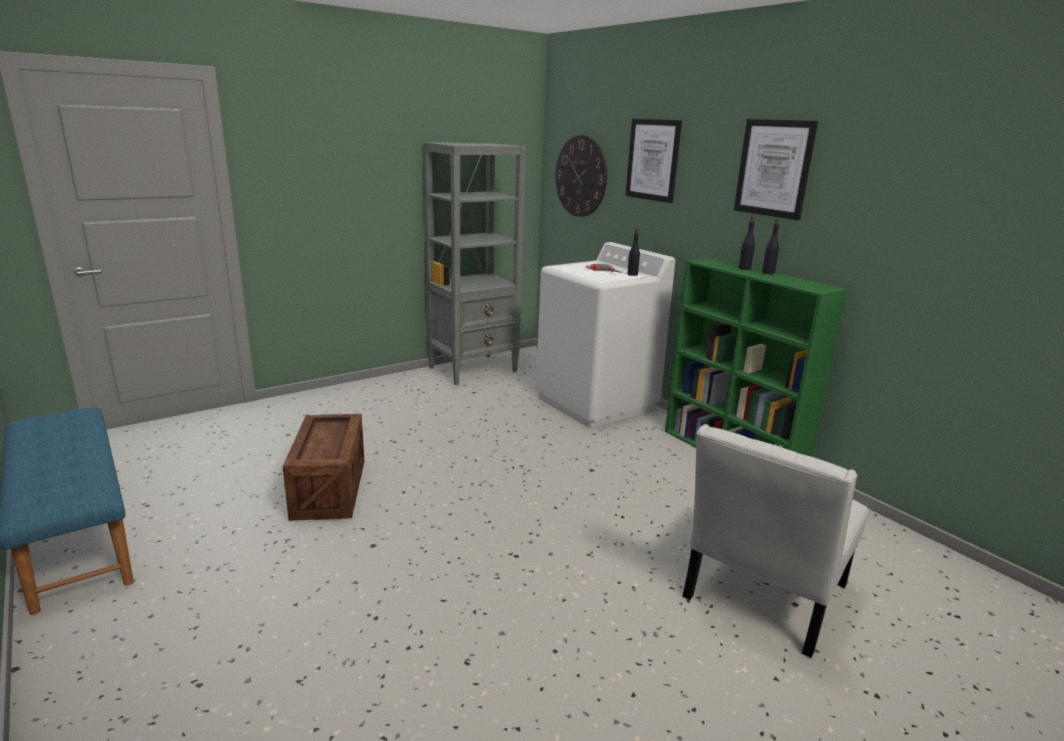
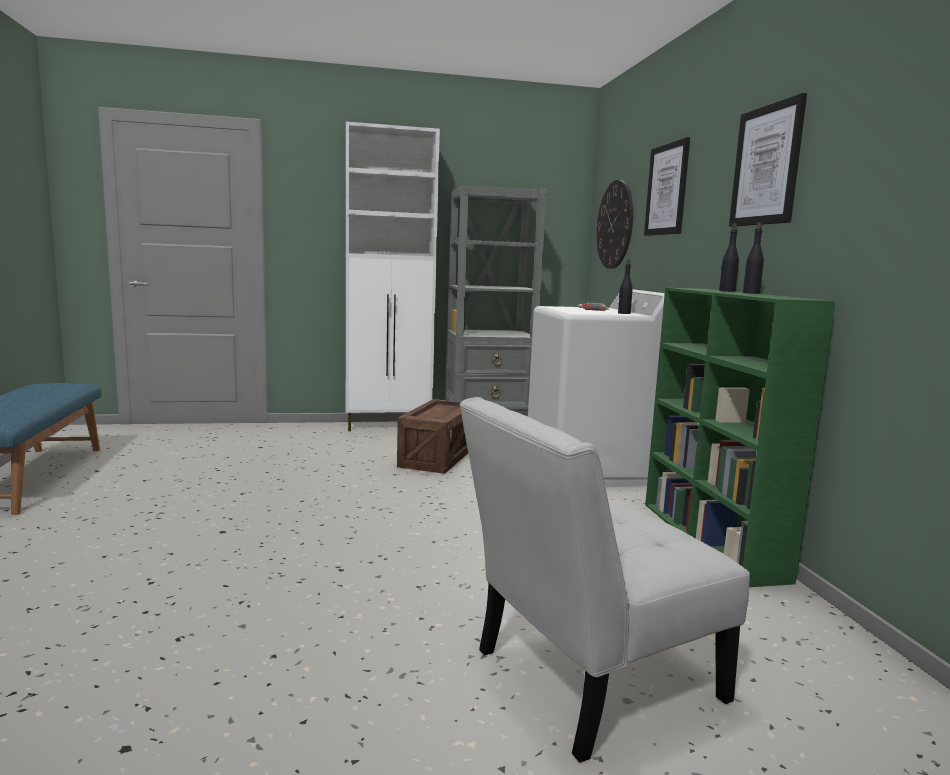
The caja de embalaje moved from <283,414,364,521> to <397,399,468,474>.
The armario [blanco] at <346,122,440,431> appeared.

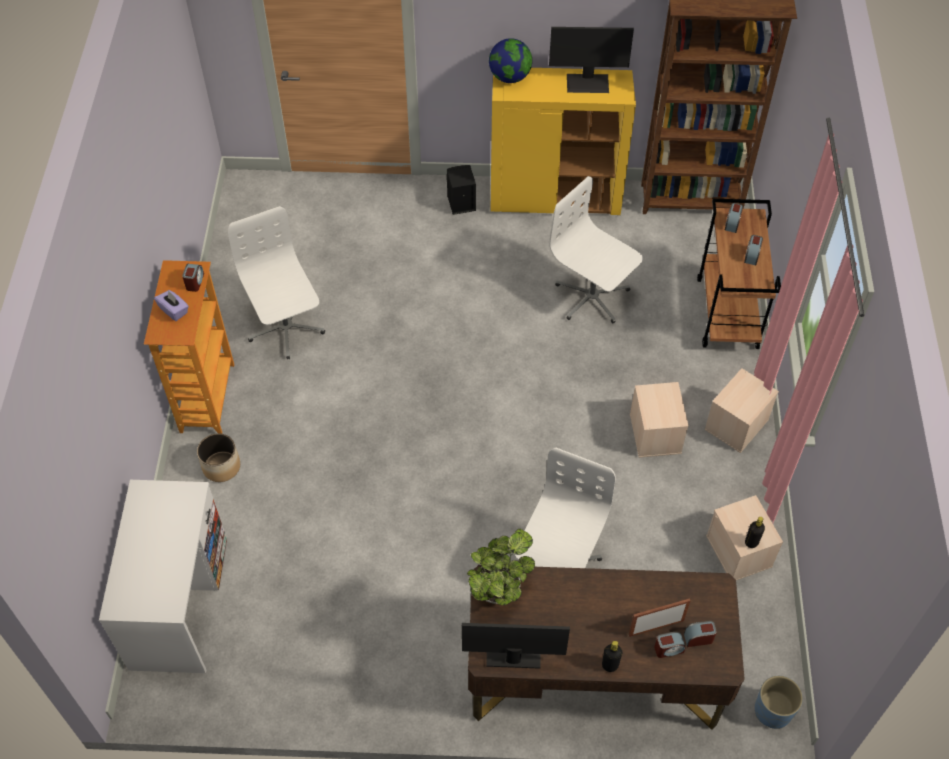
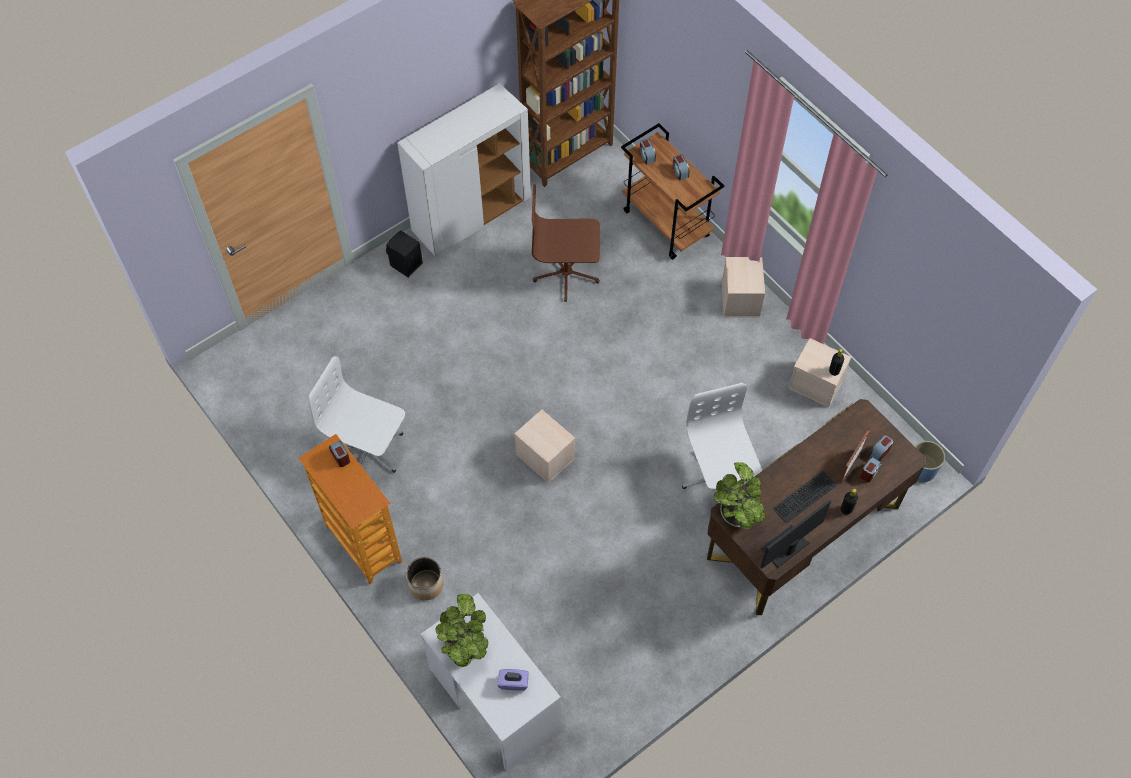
The caja de pañuelos [morado] moved from <154,290,189,321> to <498,669,529,691>.
The globo terráqueo at <489,38,532,83> disappeared.
The armario [amarillo] at <490,68,636,215> became the armario [blanco] at <397,83,531,257>.
The monitor at <549,27,634,93> disappeared.
The silla de oficina [blanco] at <549,176,643,323> became the silla de oficina [marrón] at <532,184,600,302>.
The caja de almacenaje [beis] moved from <630,382,689,458> to <514,409,575,483>.
The planta en maceta at <436,594,488,667> appeared.
The teclado at <773,471,837,524> appeared.

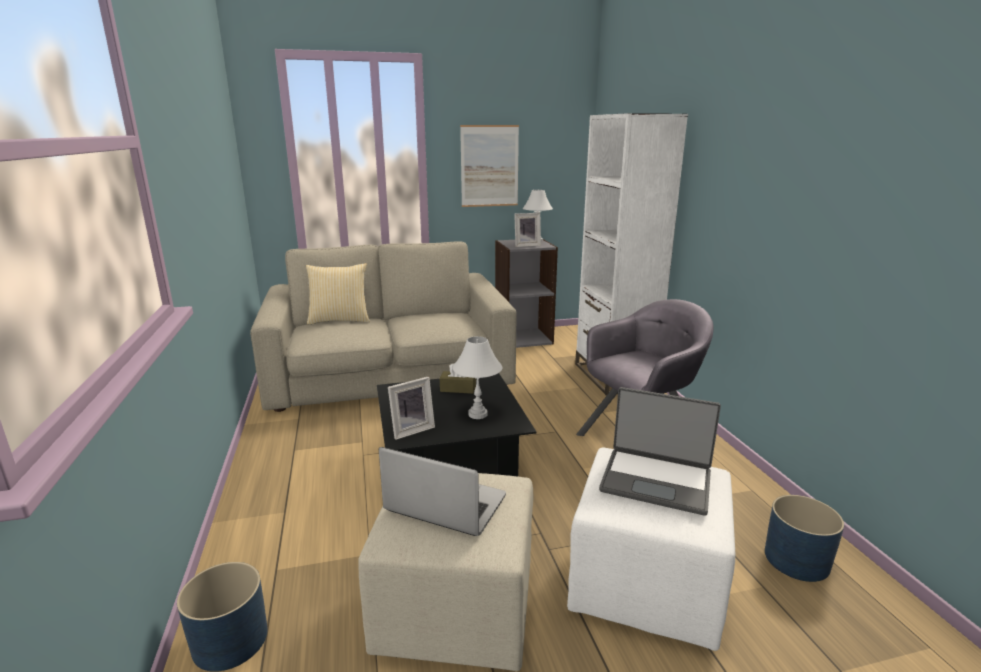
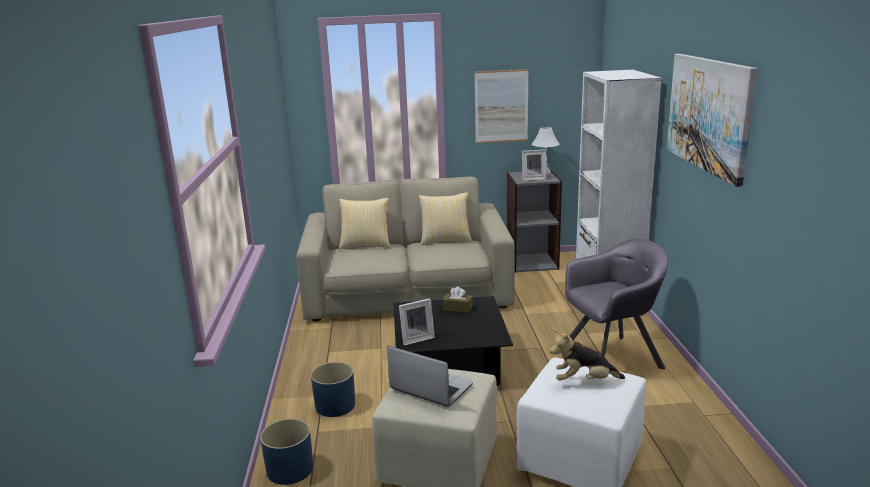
The lámpara de mesa [blanco] at <453,336,503,419> disappeared.
The portátil at <599,387,721,516> was replaced by the peluche at <550,330,625,380>.
The maceta [azul] moved from <765,495,844,582> to <311,362,355,417>.
The cojín at <419,192,472,245> appeared.
The cuadro at <667,54,757,187> appeared.

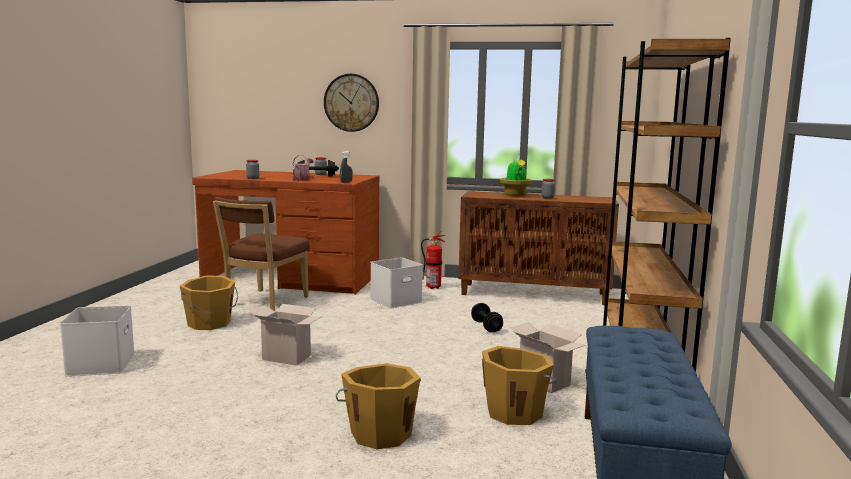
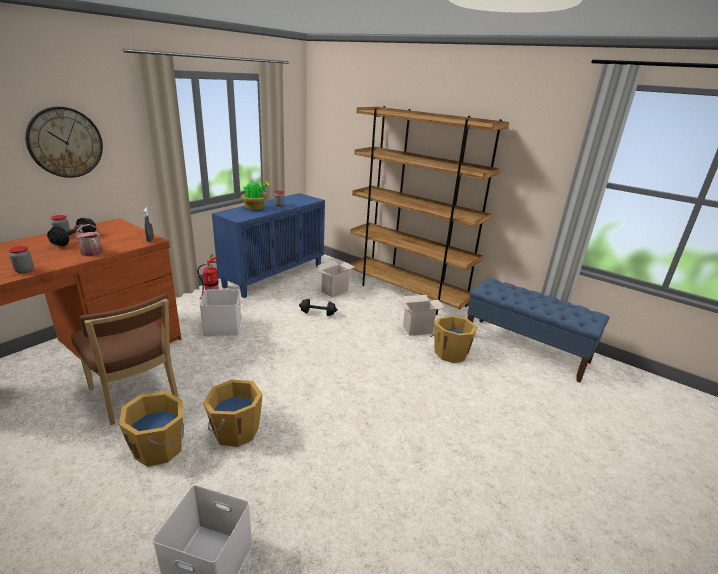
The caja de cartón moved from <249,304,323,366> to <316,260,354,297>.
The cubo [naranja] moved from <336,363,421,449> to <203,380,263,447>.
The armario [marrón] at <459,191,619,305> became the armario [azul] at <212,193,325,298>.

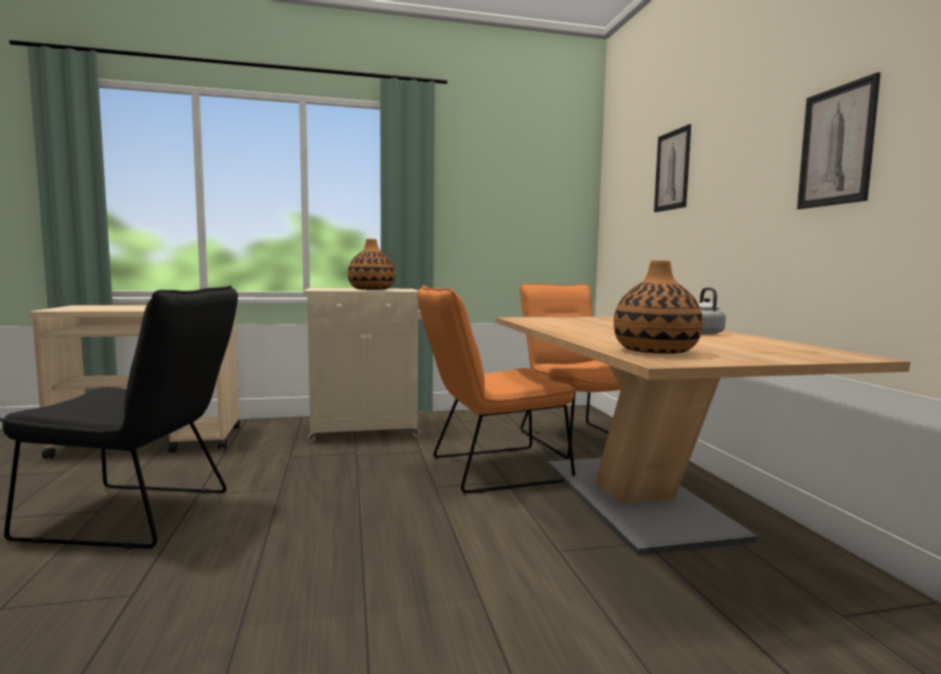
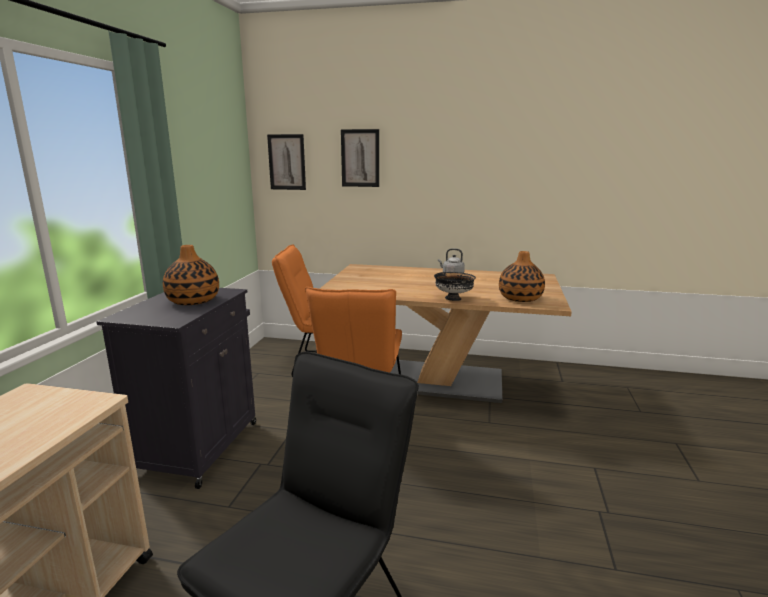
The armario [beis] at <304,288,422,443> became the armario [negro] at <97,288,256,489>.
The cuadro moved from <797,72,881,209> to <267,134,306,190>.
The cuenco [negro] at <434,272,476,301> appeared.

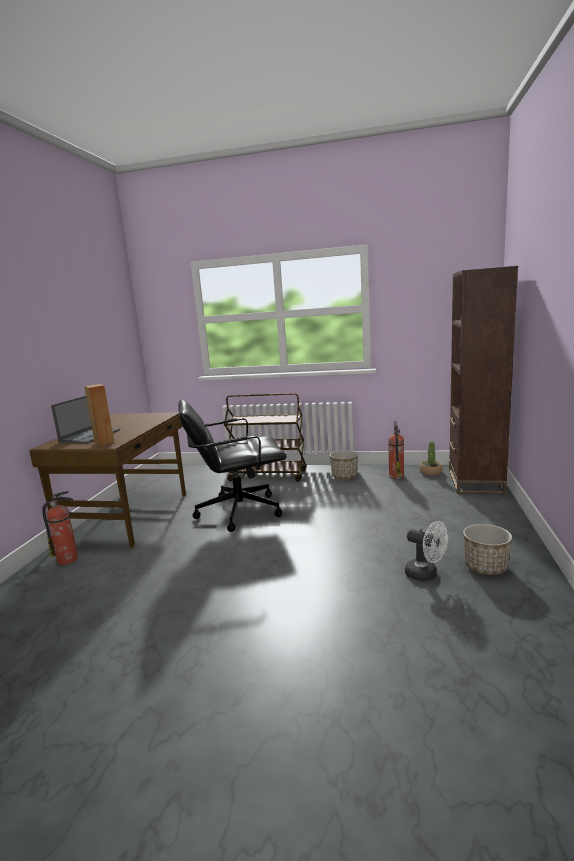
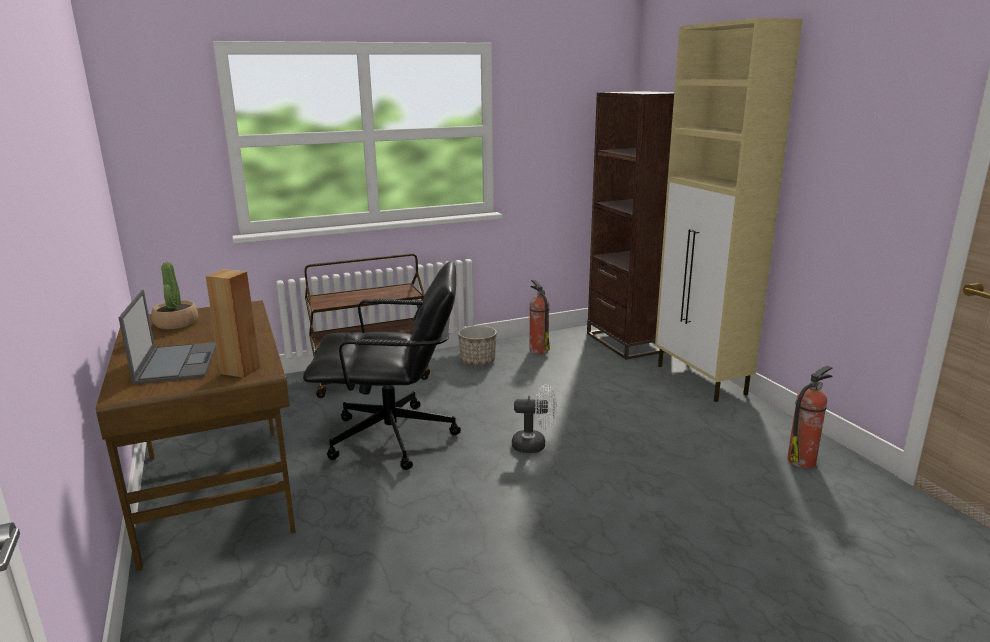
The extintor moved from <42,491,78,565> to <787,365,833,468>.
The silla de oficina [negro] at <178,400,287,532> turned 135 degrees counterclockwise.
The ventilador [blanco] moved from <405,521,448,581> to <512,384,557,453>.
The planta en maceta moved from <420,441,443,476> to <151,262,198,329>.
The maceta at <463,524,512,575> disappeared.
The armario [beis] at <655,18,803,402> appeared.

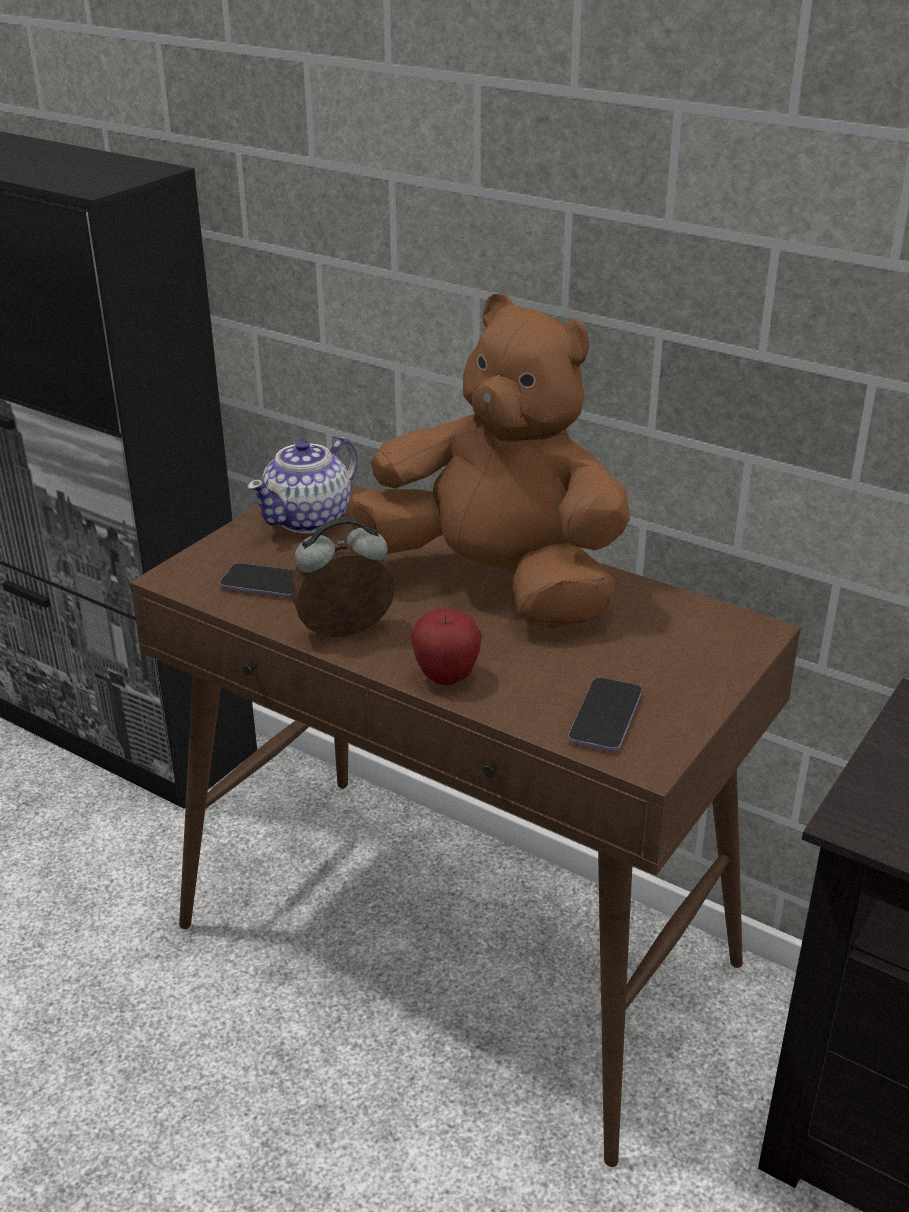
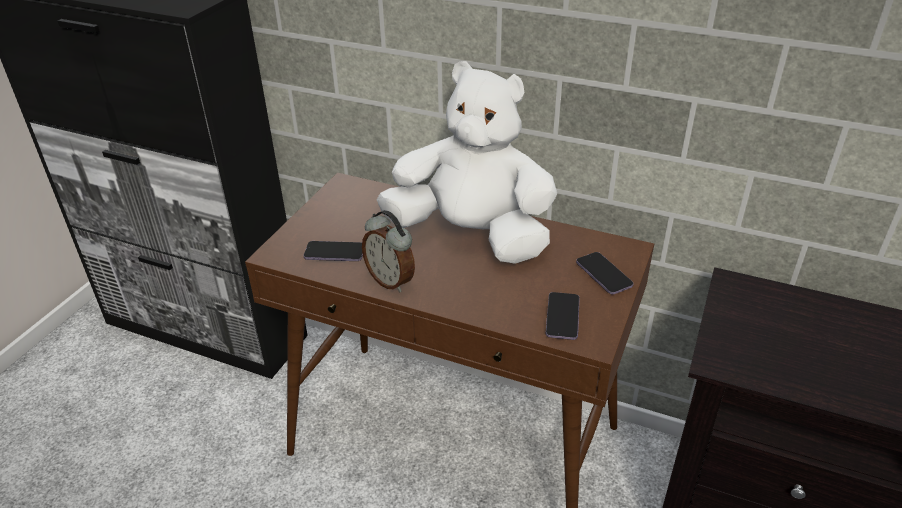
The tetera at <247,437,358,533> disappeared.
The despertador at <290,517,395,637> turned 105 degrees counterclockwise.
The peluche [marrón] at <346,293,630,628> became the peluche [blanco] at <377,61,557,264>.
The manzana at <410,609,482,686> disappeared.
The móvil at <576,252,634,294> appeared.

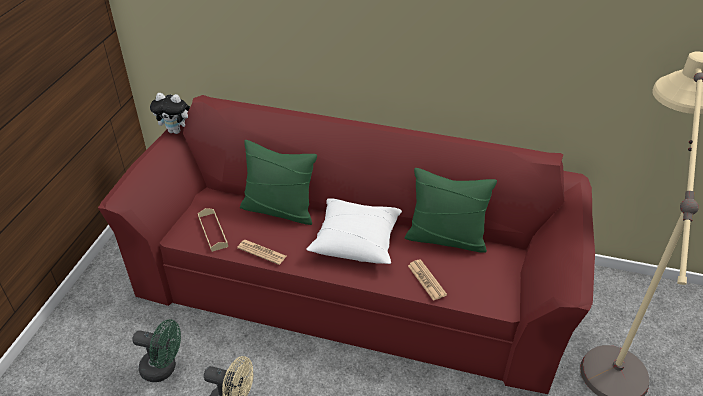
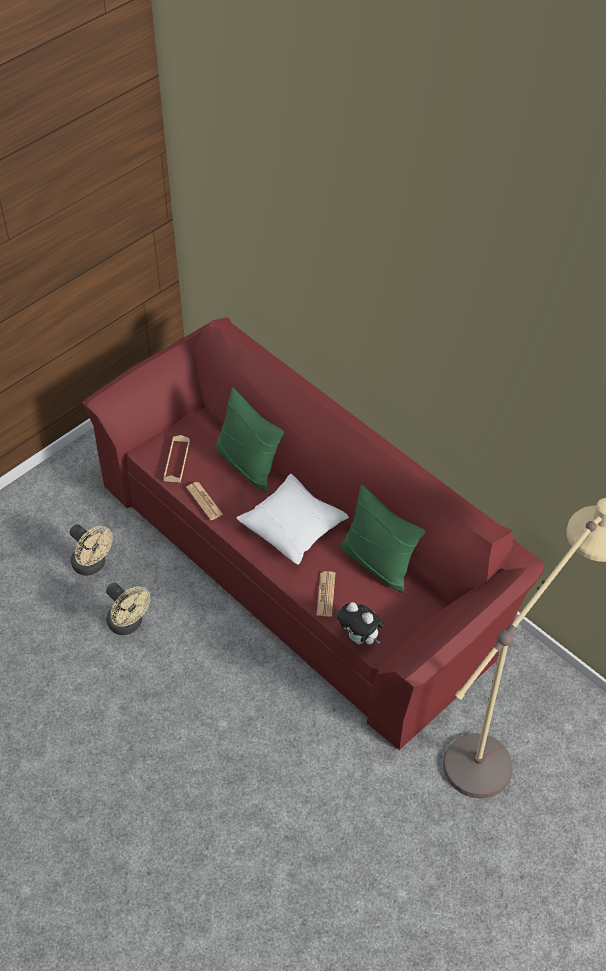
The ventilador [verde] at <132,319,181,382> became the ventilador [beis] at <69,524,113,576>.
The peluche moved from <150,93,190,134> to <337,602,384,645>.

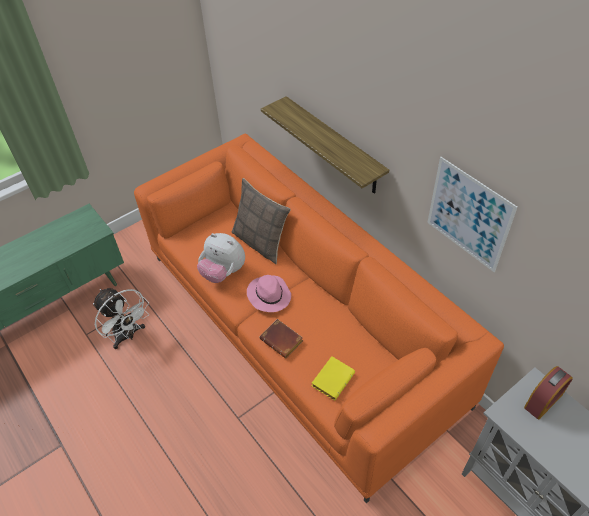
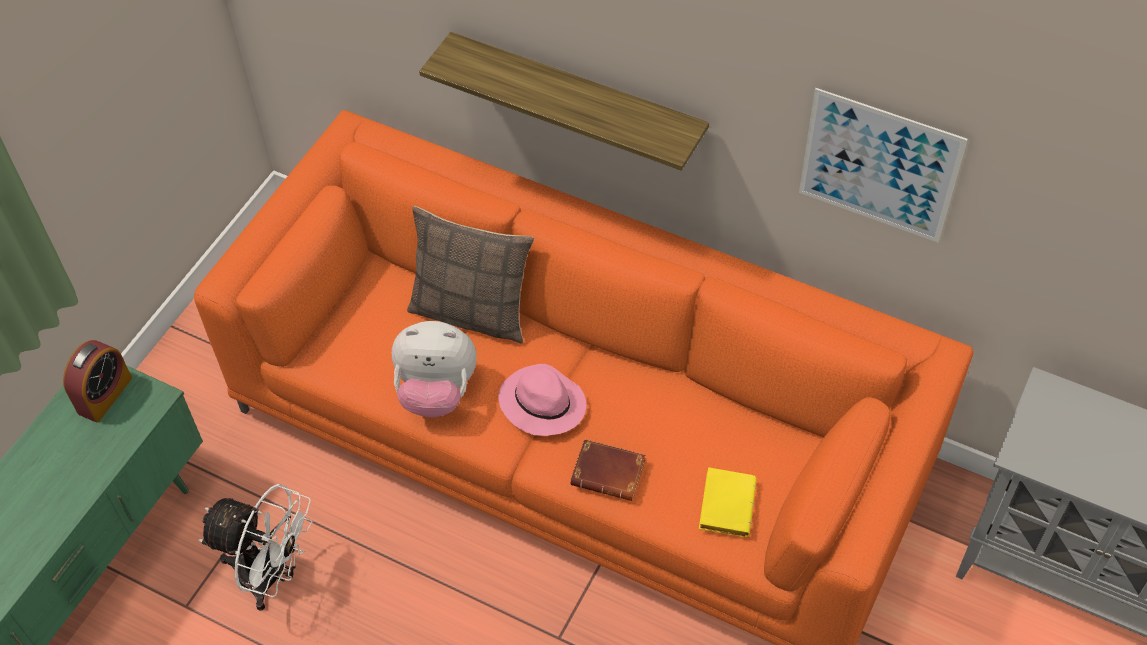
The despertador moved from <524,366,573,420> to <63,340,132,422>.

